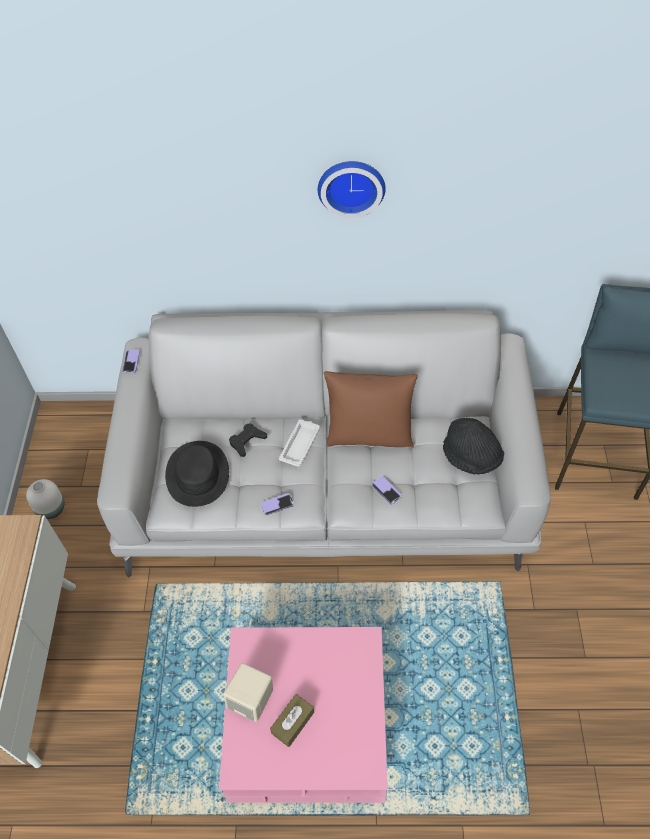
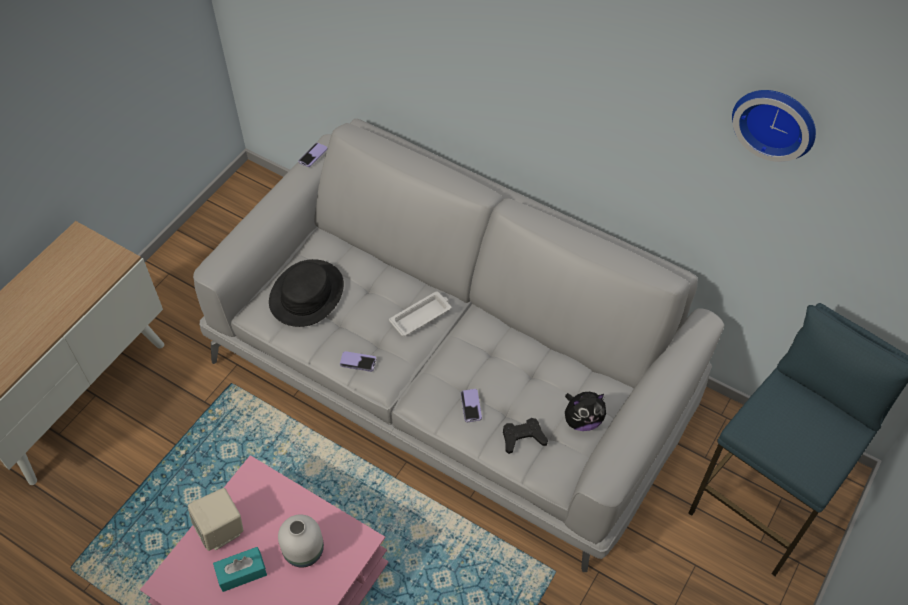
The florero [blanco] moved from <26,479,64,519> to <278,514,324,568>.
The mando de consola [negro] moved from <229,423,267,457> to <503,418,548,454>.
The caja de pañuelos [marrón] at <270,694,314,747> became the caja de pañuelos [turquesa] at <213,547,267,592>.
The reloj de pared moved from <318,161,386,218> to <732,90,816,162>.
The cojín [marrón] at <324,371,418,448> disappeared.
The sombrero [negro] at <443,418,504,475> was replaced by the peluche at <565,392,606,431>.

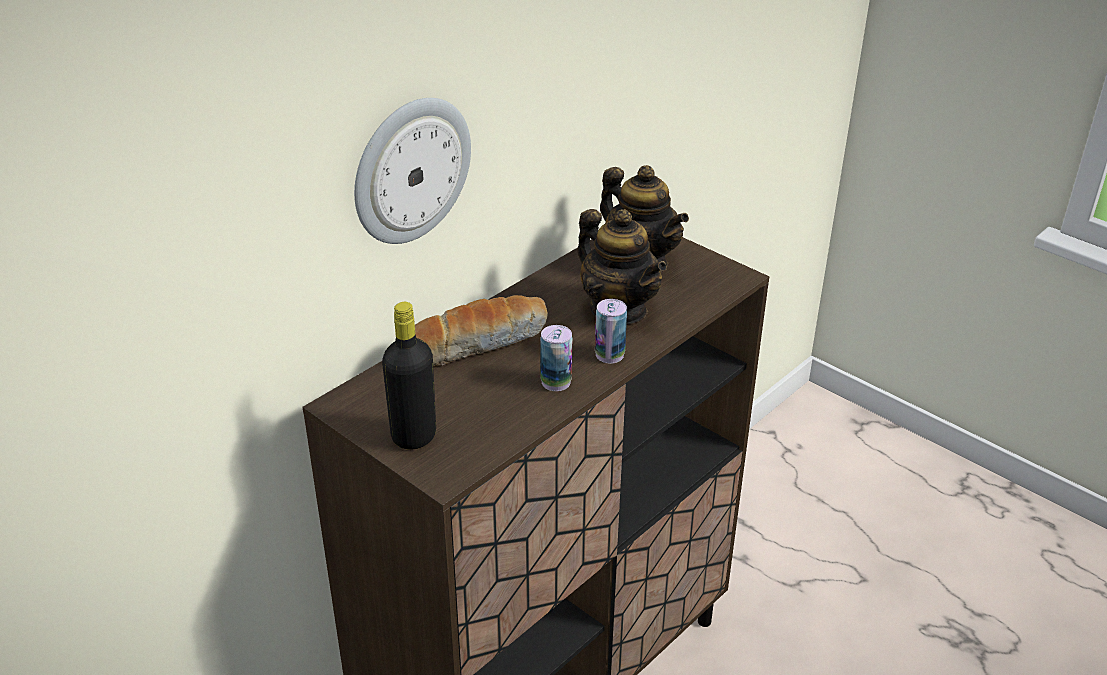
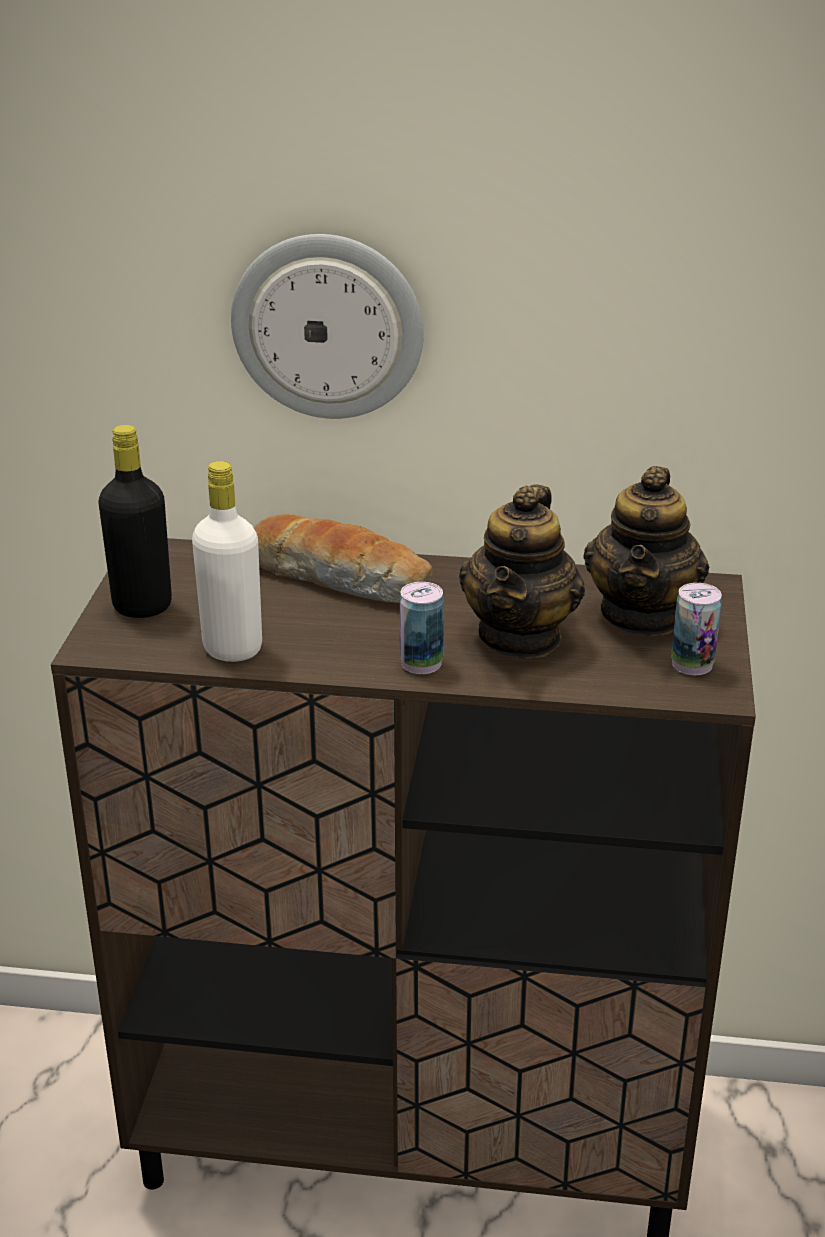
The lata moved from <540,325,573,391> to <671,583,722,675>.
The botella [blanco] at <192,461,262,662> appeared.

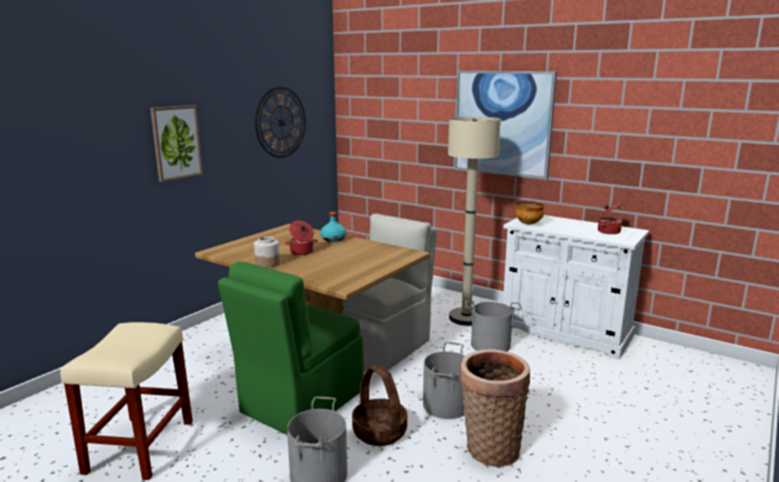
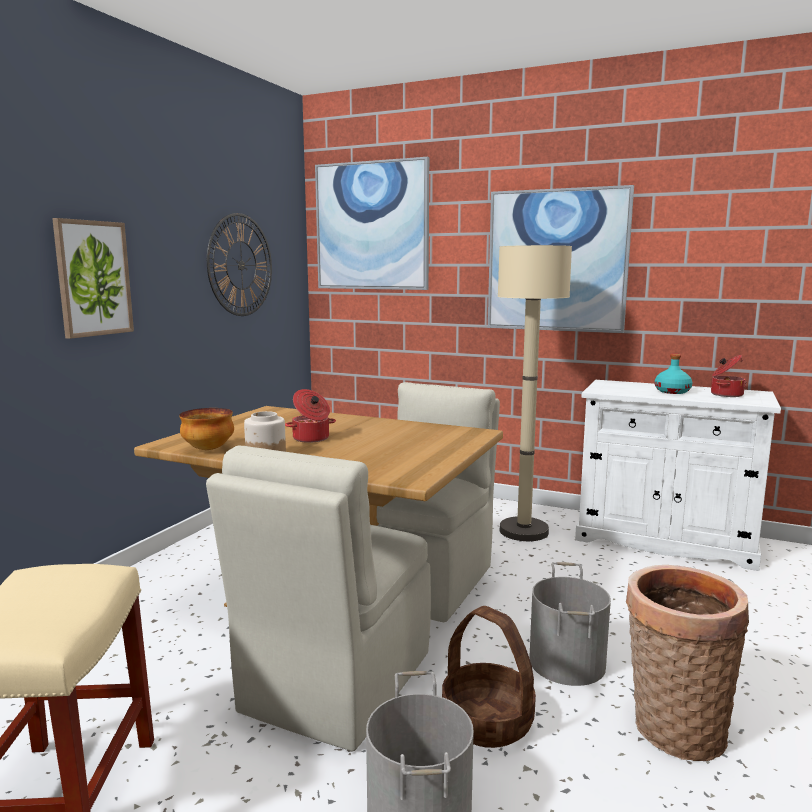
The silla [verde] at <218,261,364,435> became the silla [beis] at <206,445,431,751>.
The botella [turquesa] moved from <320,212,346,242> to <655,354,693,394>.
The cubo [gris] at <465,301,522,352> disappeared.
The cuenco moved from <515,201,544,225> to <179,408,234,450>.
The cuadro at <315,157,429,290> appeared.

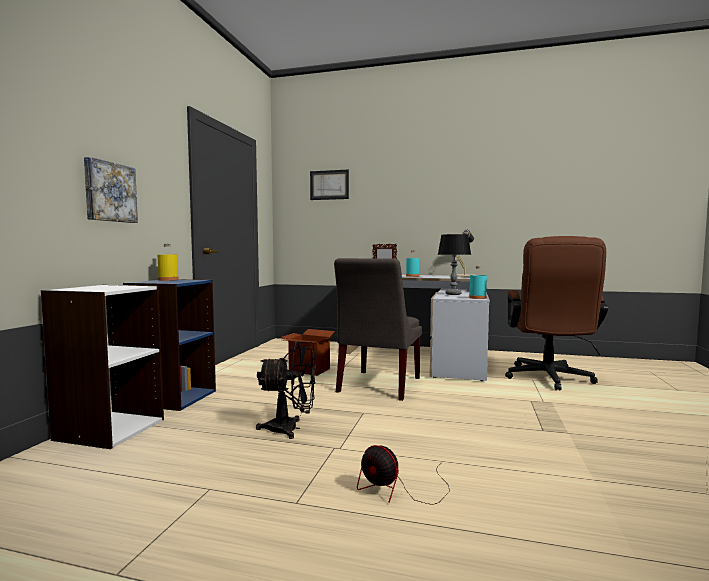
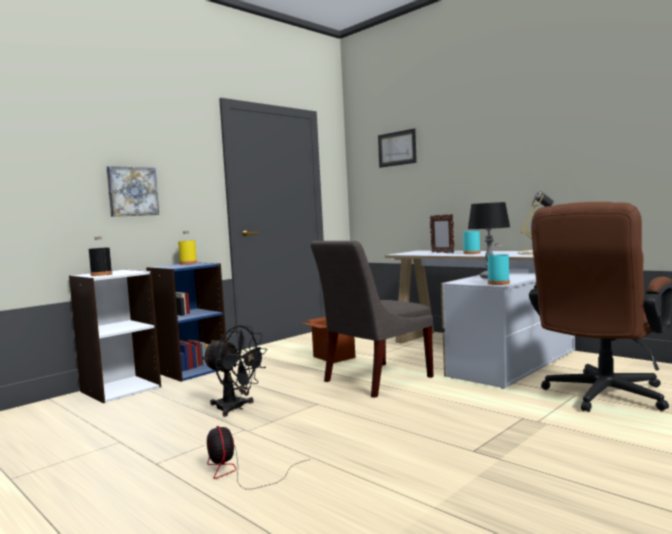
The botella [negro] at <89,236,112,276> appeared.

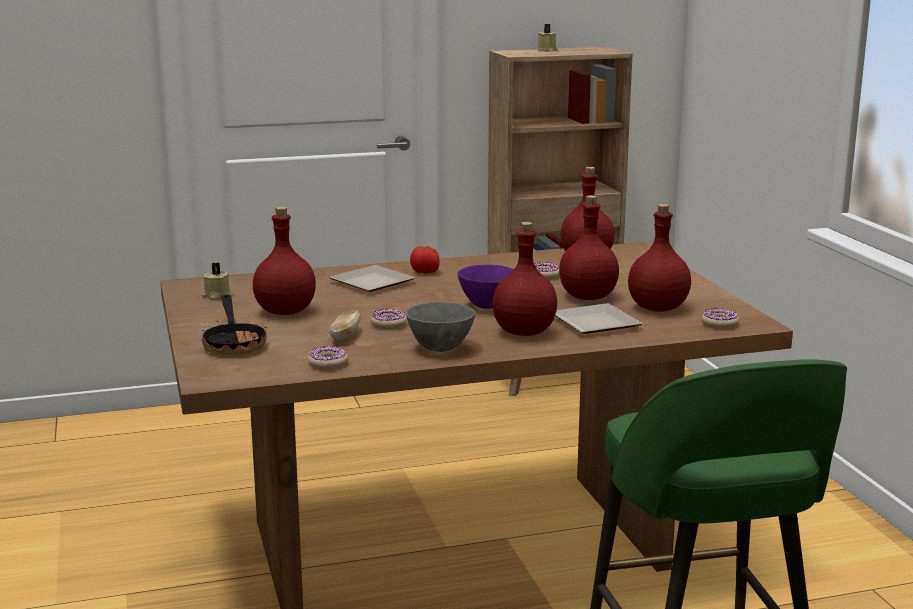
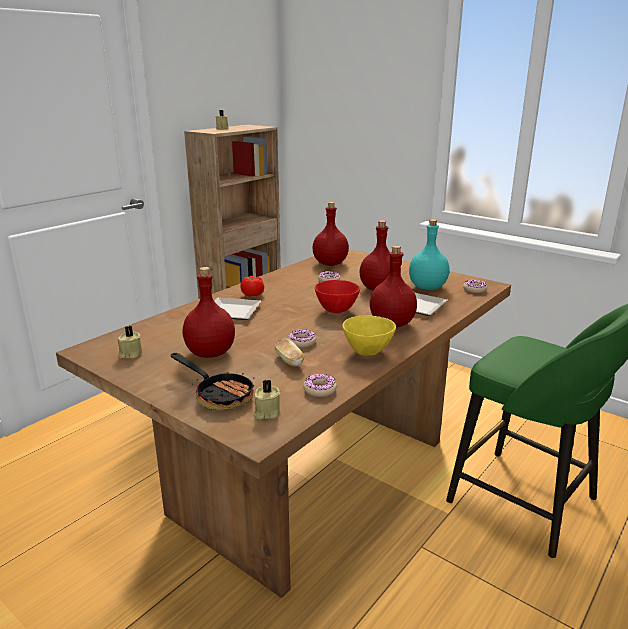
The cuenco [gris] at <406,302,475,352> became the cuenco [amarillo] at <342,315,396,356>.
The cuenco [morado] at <458,265,514,309> became the cuenco [rojo] at <315,280,360,313>.
The botella [rojo] at <628,204,691,312> became the botella [turquesa] at <409,219,450,290>.
The vela [beis] at <253,379,280,420> appeared.

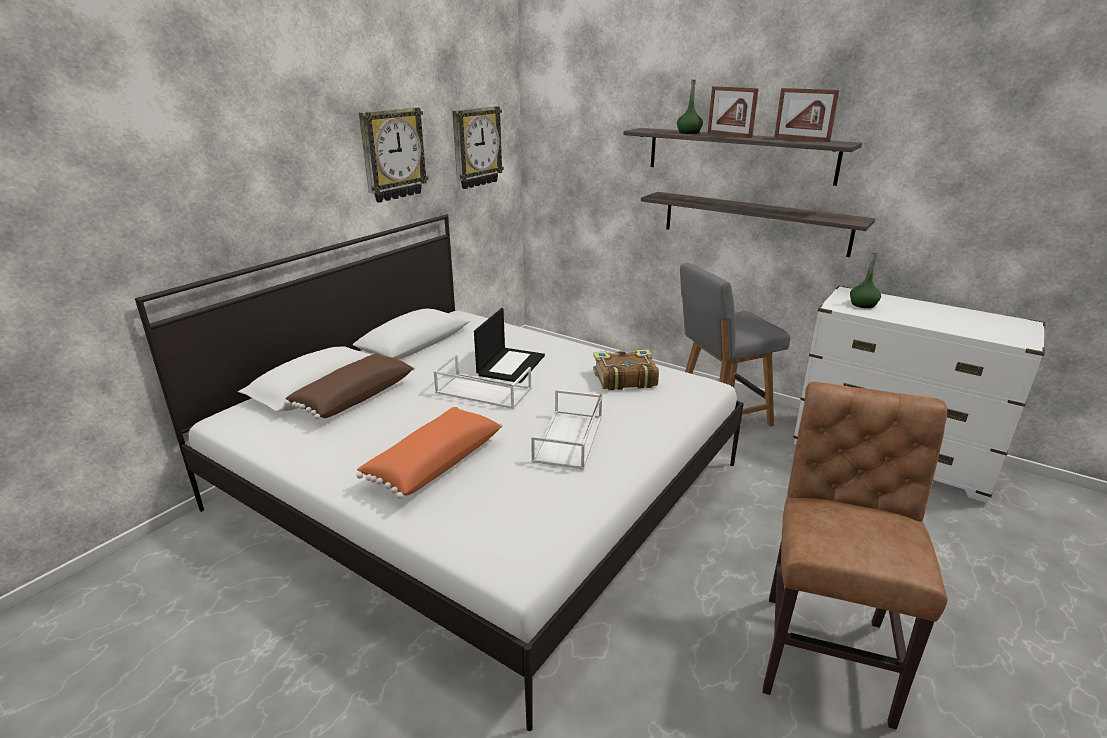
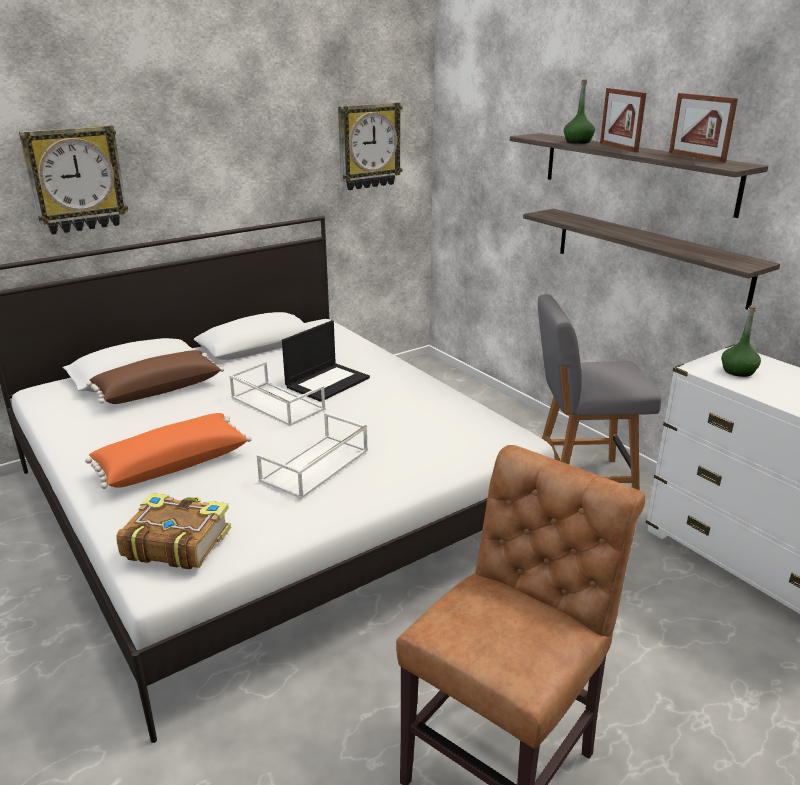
The reloj de pared moved from <359,108,429,203> to <19,125,128,235>.
The libro moved from <593,349,659,390> to <116,493,231,569>.

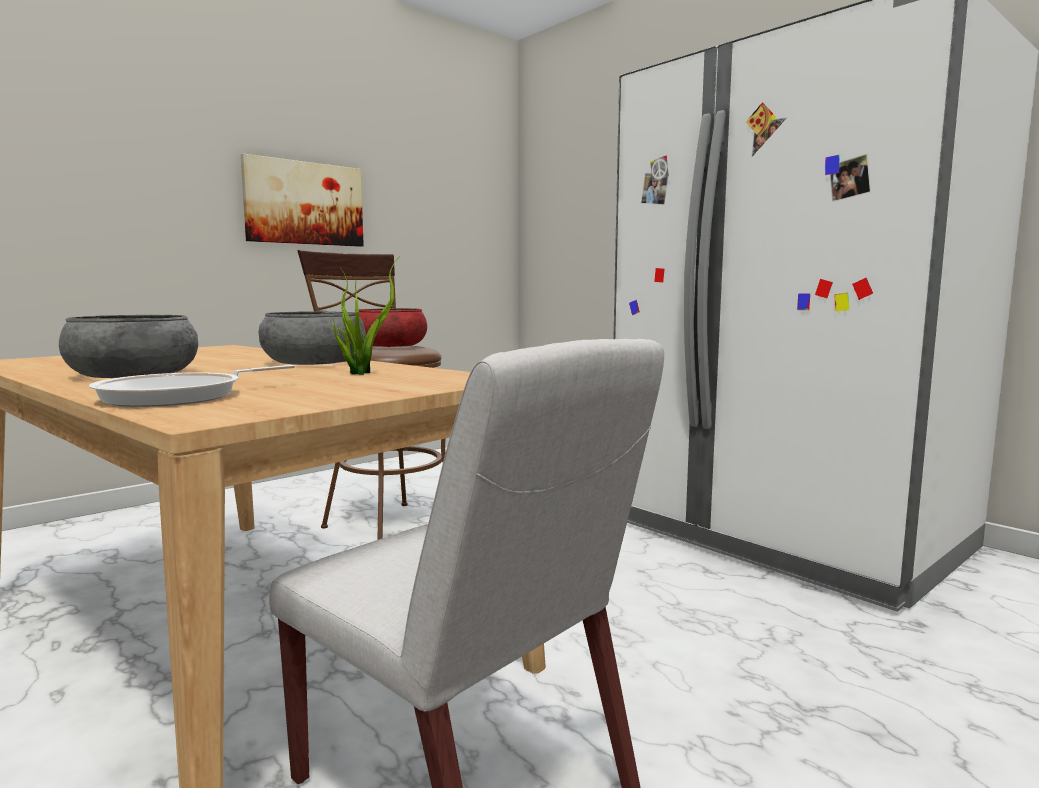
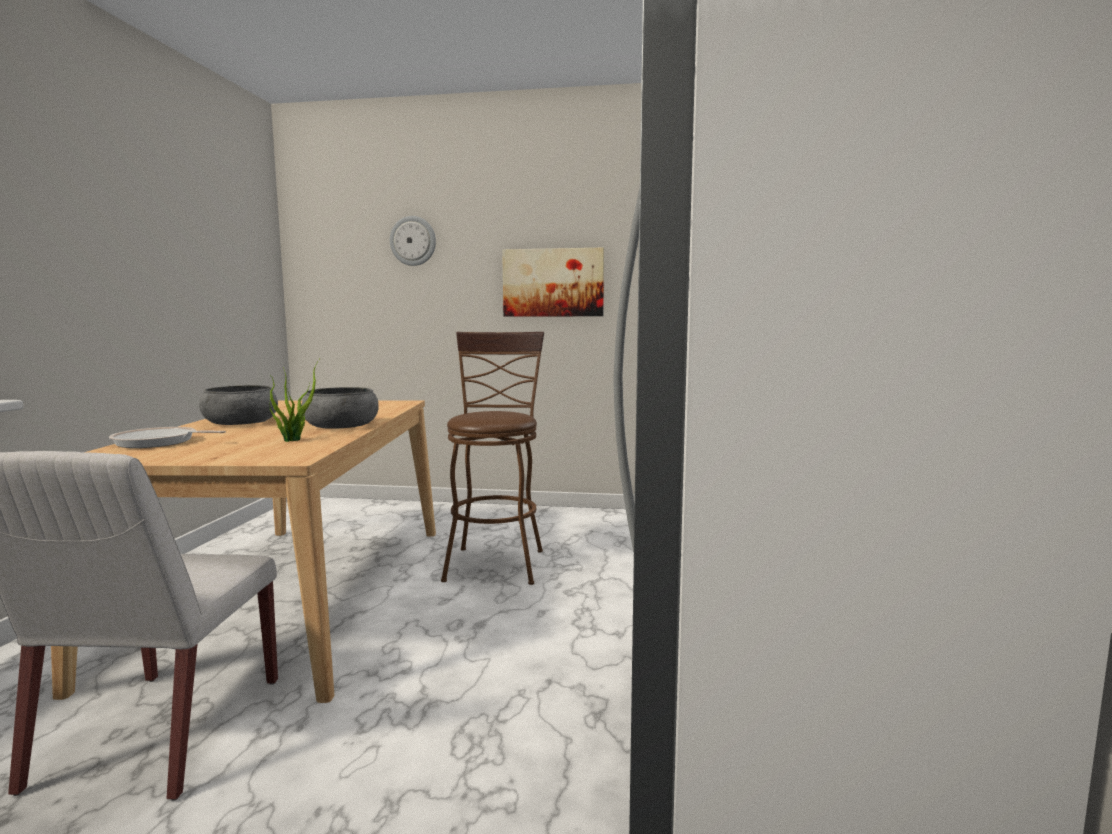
The cuenco [rojo] at <359,308,427,347> disappeared.
The reloj de pared at <390,216,436,266> appeared.

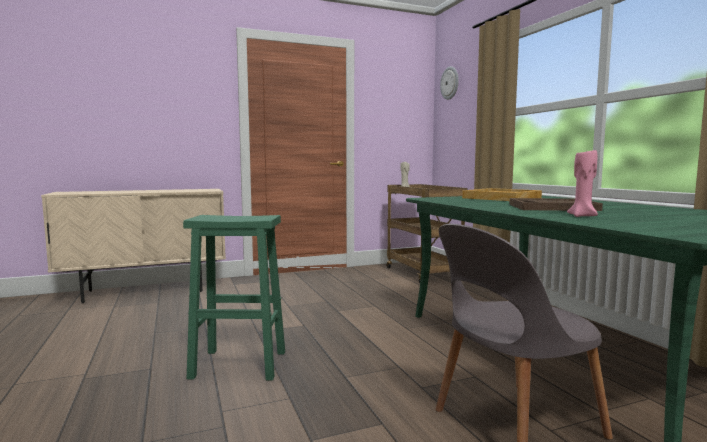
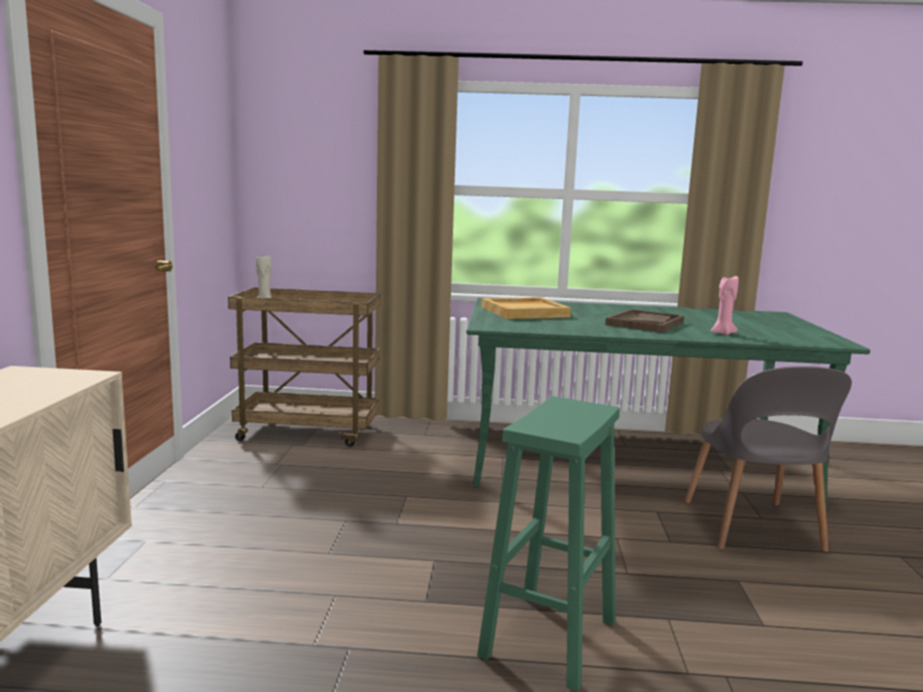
The reloj de pared at <440,66,459,100> disappeared.

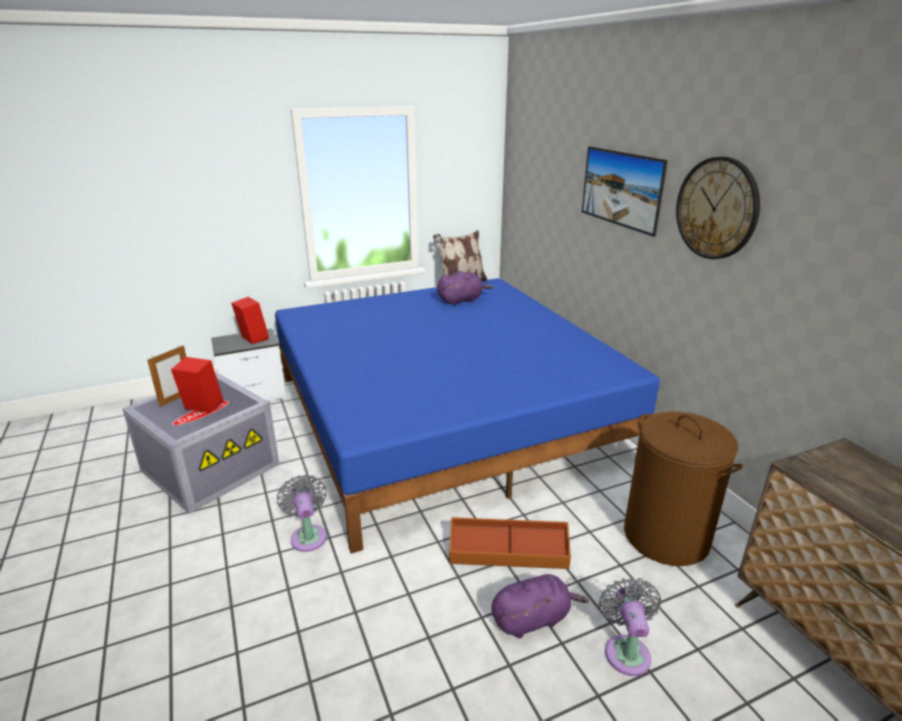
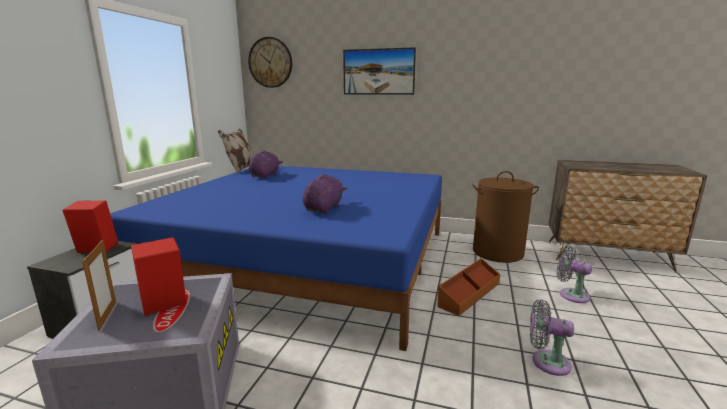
The ventilador [gris] moved from <277,475,327,552> to <530,299,574,376>.
The peluche [morado] moved from <491,574,589,638> to <303,174,347,214>.
The reloj de pared moved from <676,156,760,259> to <248,37,292,88>.

